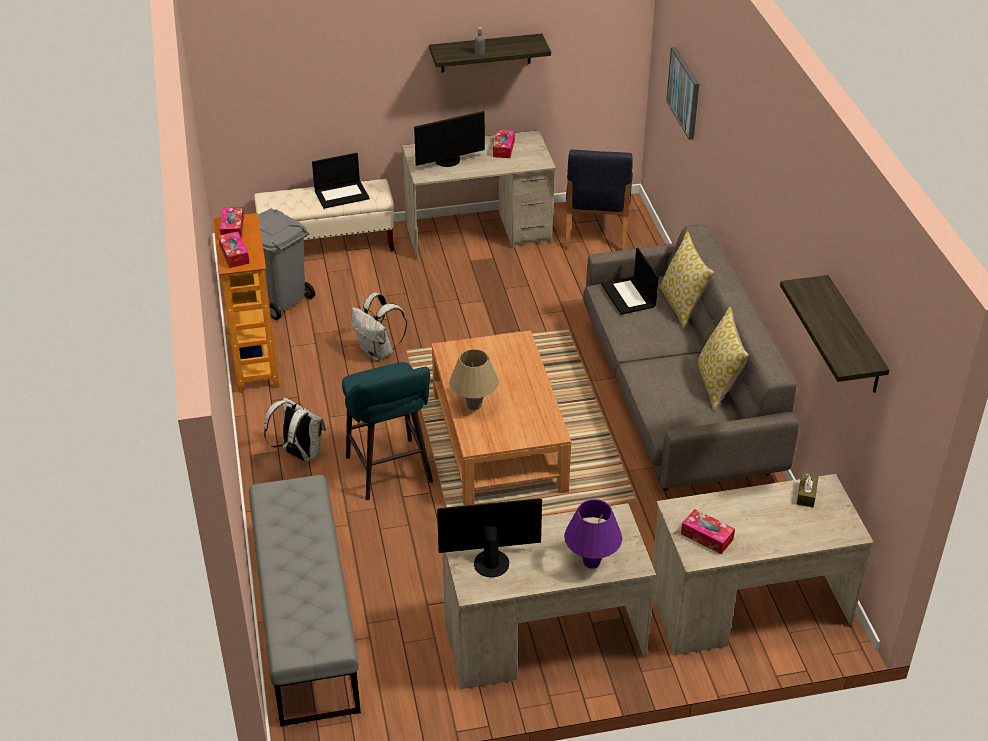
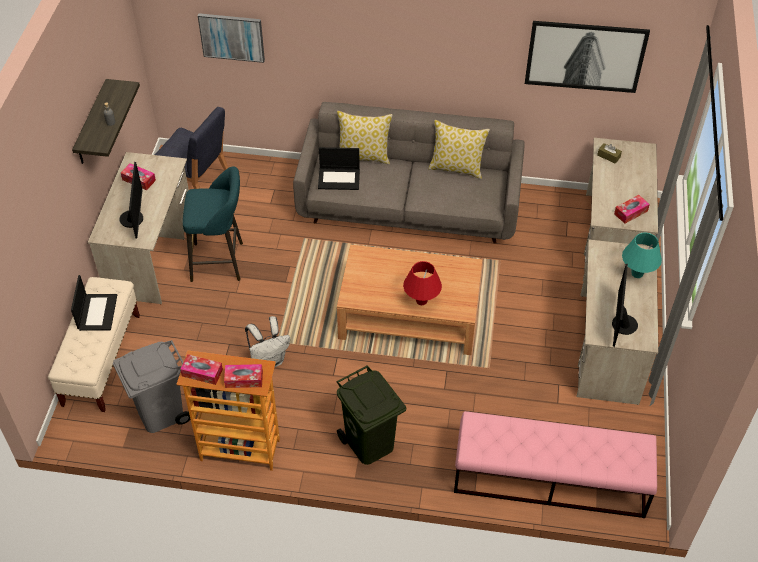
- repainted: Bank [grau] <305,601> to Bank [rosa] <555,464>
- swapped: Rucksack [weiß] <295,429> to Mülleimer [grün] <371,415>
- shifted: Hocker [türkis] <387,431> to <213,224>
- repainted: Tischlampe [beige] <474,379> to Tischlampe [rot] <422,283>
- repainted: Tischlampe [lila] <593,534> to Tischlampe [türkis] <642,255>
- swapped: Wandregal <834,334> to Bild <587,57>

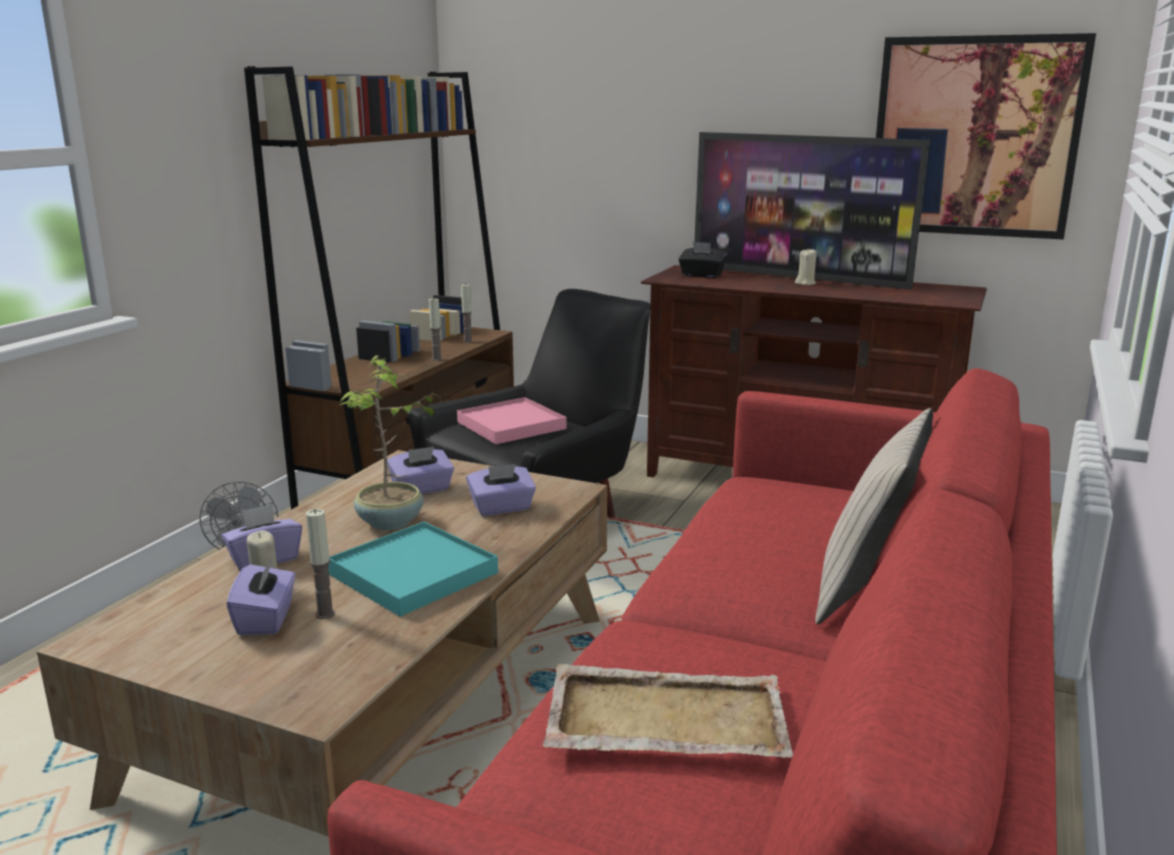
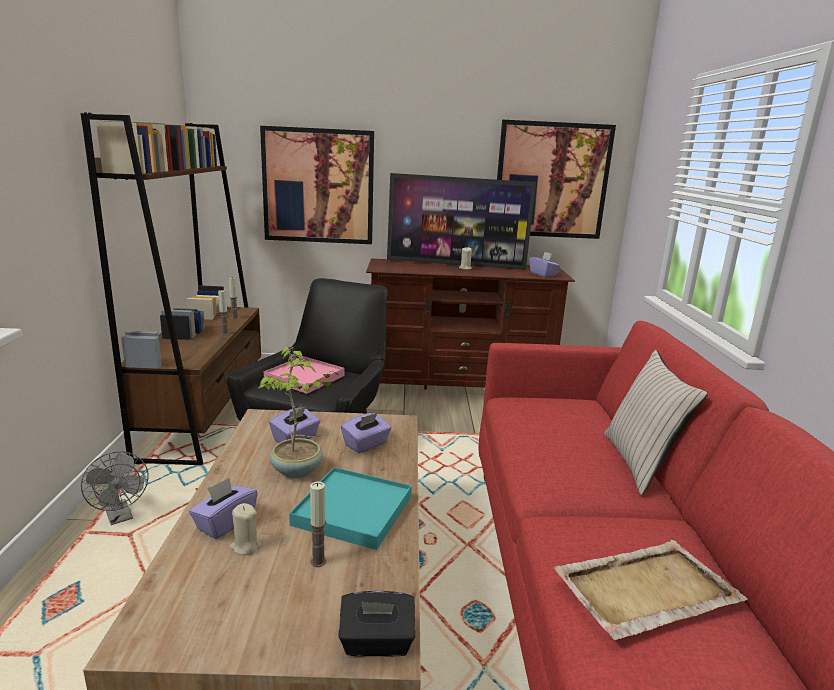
- shifted: Taschentuchbox [lila] <261,596> to <544,264>
- shifted: Taschentuchbox [schwarz] <702,260> to <376,624>
- new: Bild <317,185>

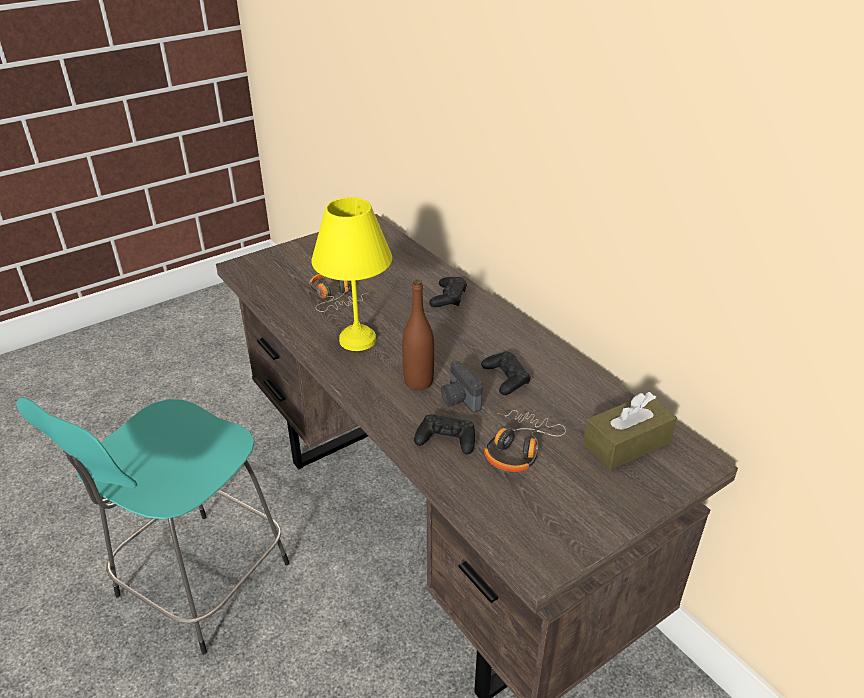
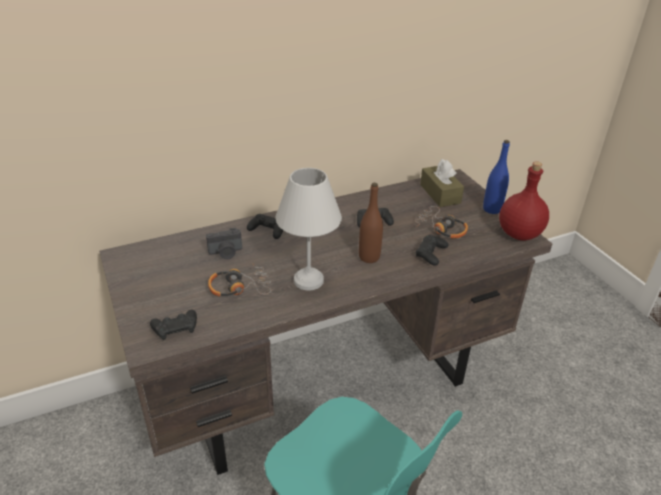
- repainted: Tischlampe [gelb] <351,274> to Tischlampe [weiß] <309,229>
- shifted: Kamera <462,387> to <224,243>
- new: Gamepad [schwarz] <173,325>
- new: Flasche [blau] <496,177>
- new: Flasche [rot] <524,201>

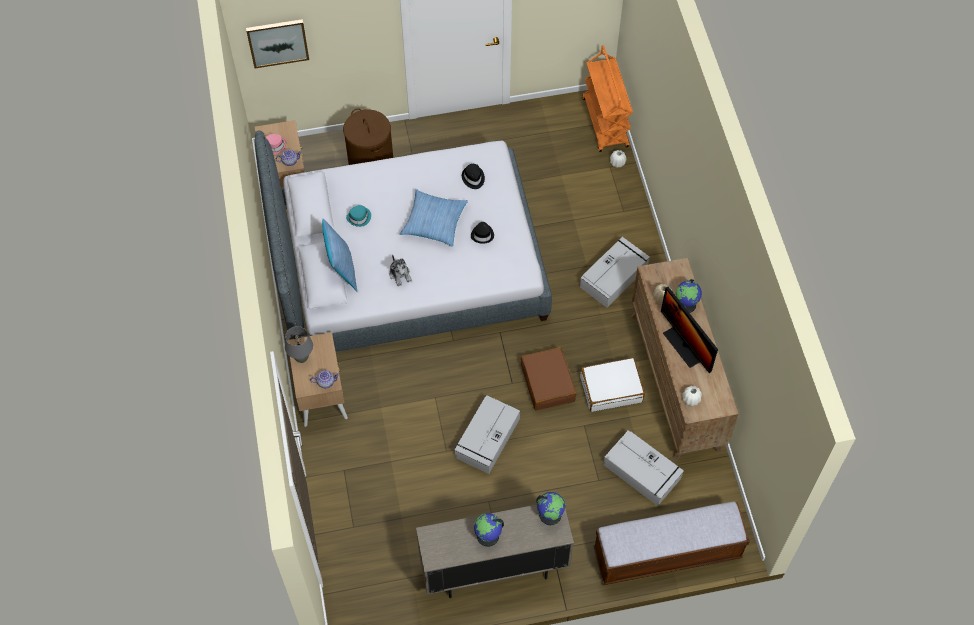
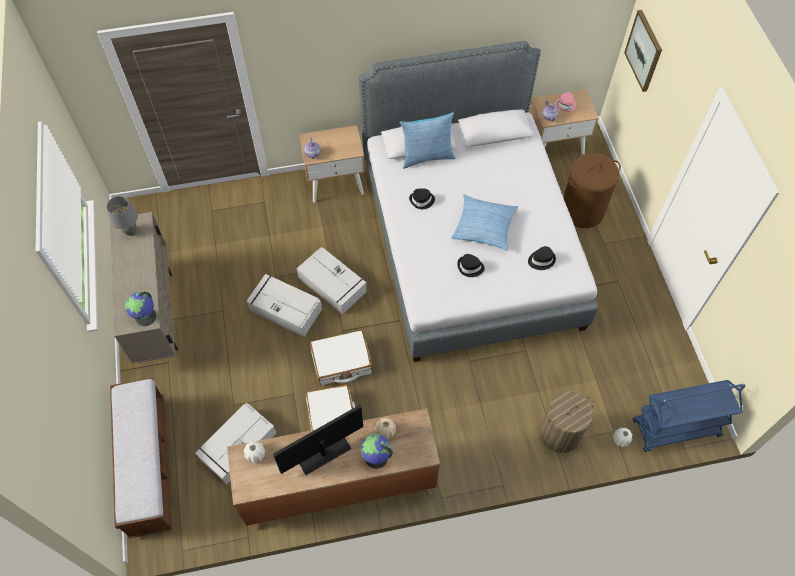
- shifted: Tischlampe [grau] <299,344> to <122,216>
- gone: Hut [türkis] <358,216>
- swapped: Plüschtier <400,270> to Hut [schwarz] <422,198>
- gone: Globus <489,530>
- repainted: Koffer [braun] <549,379> to Koffer [weiß] <341,357>
- shifted: Aufbewahrungsbox [grau] <615,272> to <331,280>
- repainted: Rollwagen [orange] <608,98> to Rollwagen [blau] <689,416>
- new: Wäschekorb <567,422>

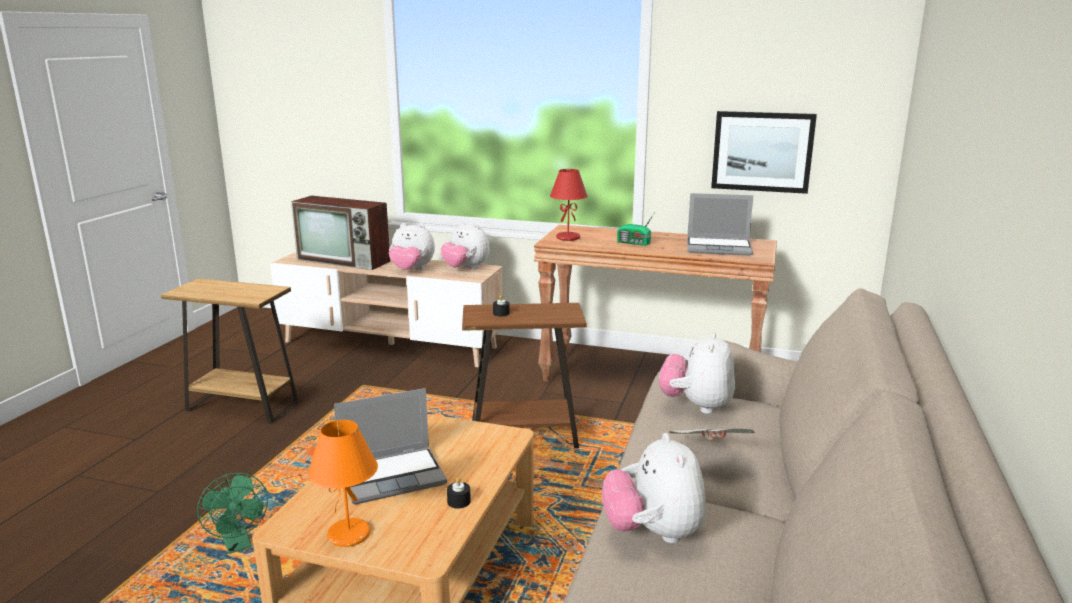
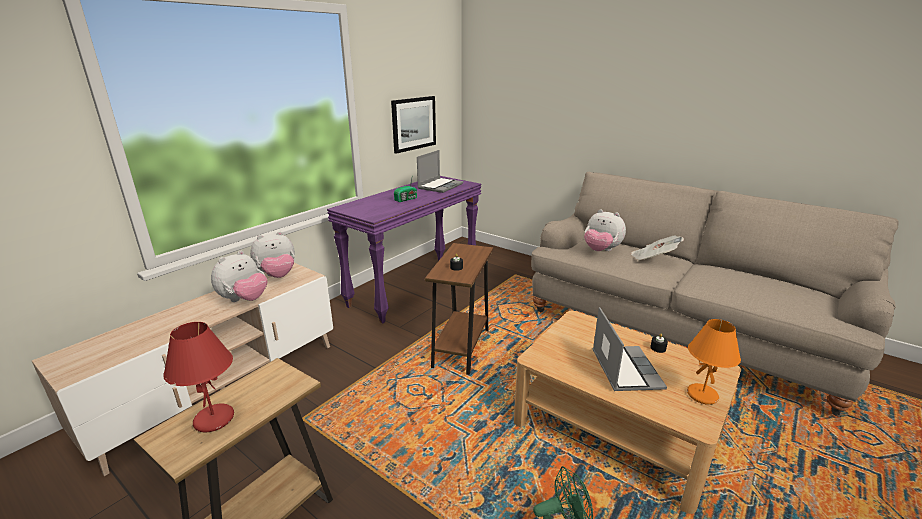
- gone: Fernseher <340,233>
- repainted: Konsolentisch [braun] <655,303> to Konsolentisch [lila] <404,250>
- shifted: Tischlampe [rot] <569,205> to <198,377>
- gone: Plüschtier <654,488>

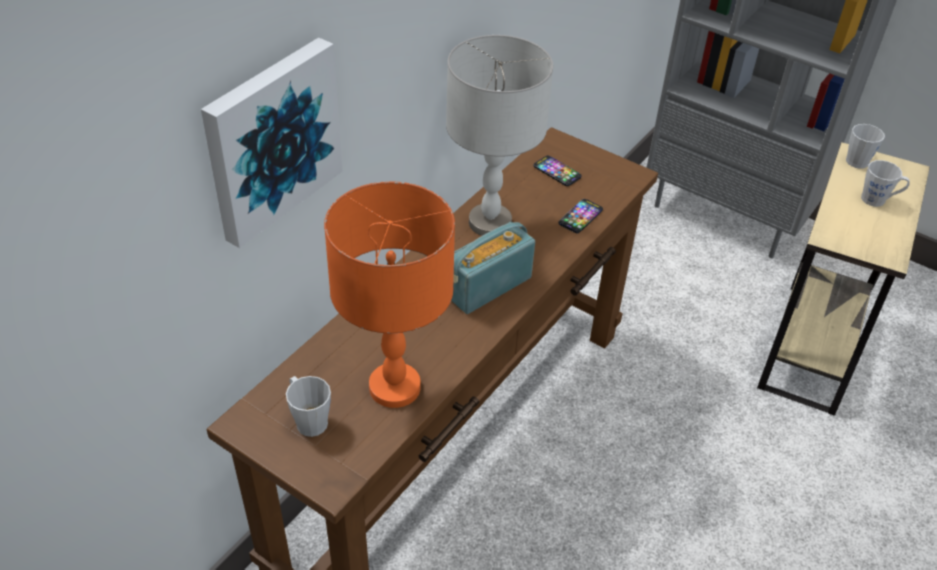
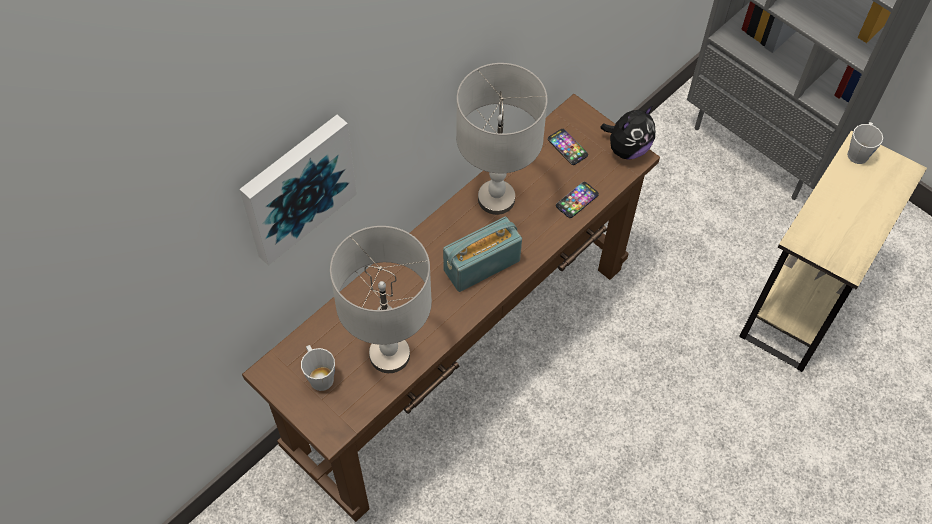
- repainted: Tischlampe [orange] <389,294> to Tischlampe [grau] <381,299>
- gone: Henkelbecher [grau] <885,183>
- new: Plüschtier <628,132>

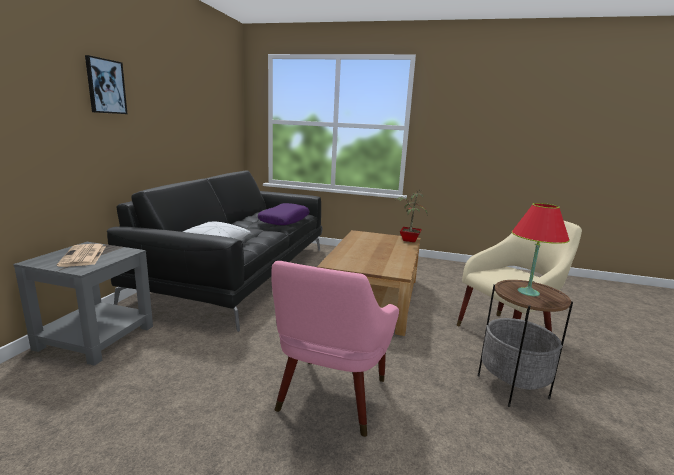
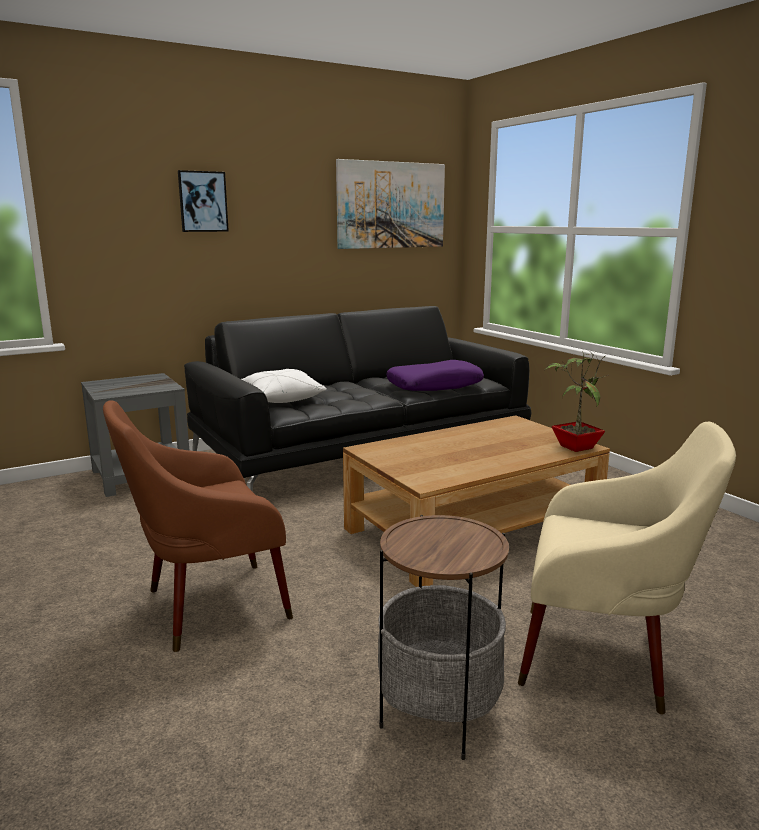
- gone: Zeitung <81,255>
- repainted: Sessel [rosa] <335,349> to Sessel [braun] <198,526>
- gone: Tischlampe [rot] <541,249>
- new: Bild <390,204>

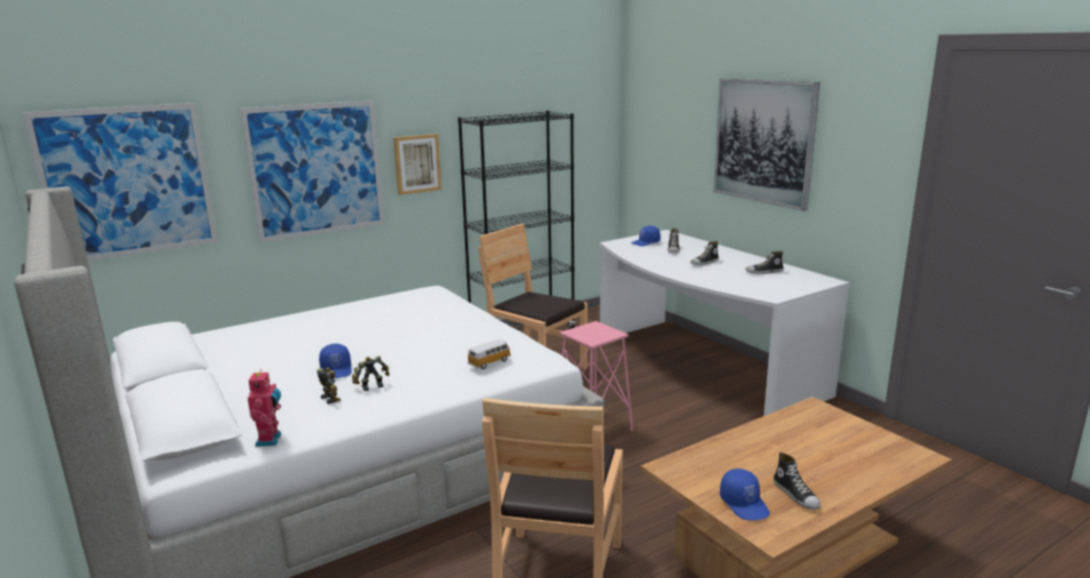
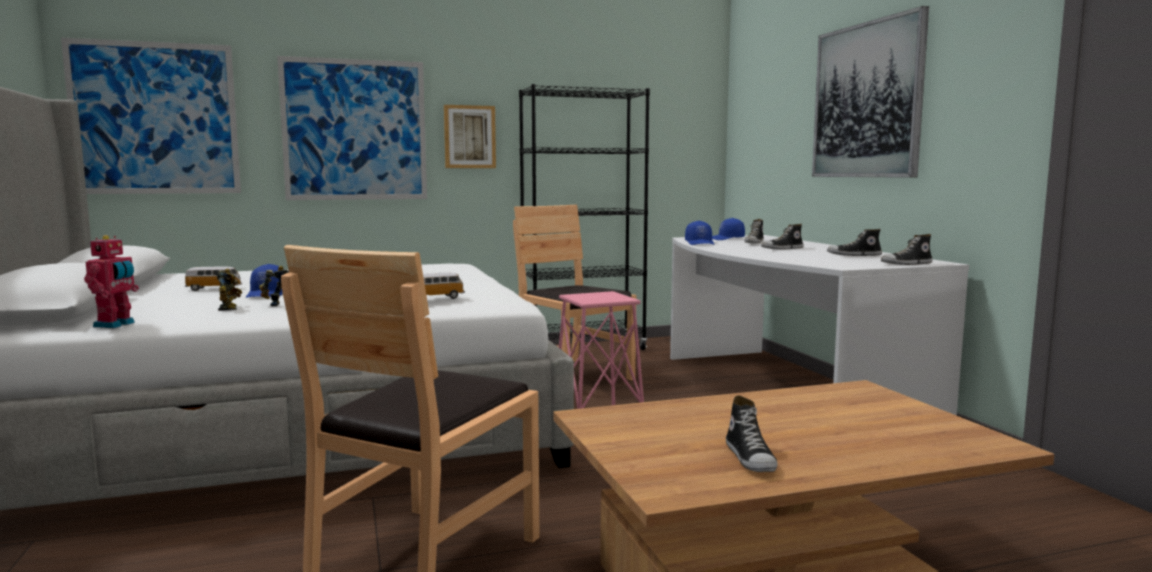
- shifted: Kappe [blau] <745,494> to <700,233>
- new: Spielzeugauto <213,278>
- new: Schuh <906,249>

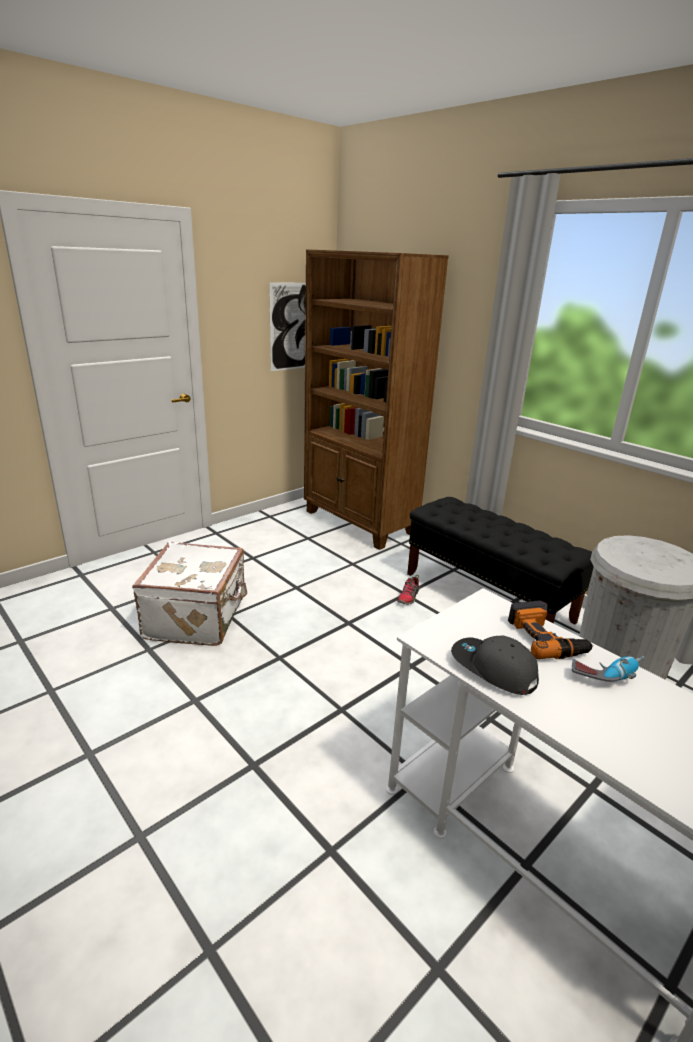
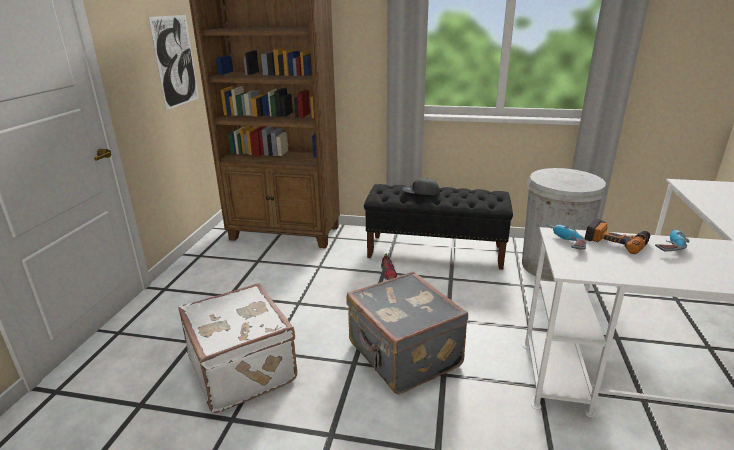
- shifted: Kappe [grau] <495,665> to <421,186>
- new: Koffer [grau] <407,333>
- new: Bohrmaschine <566,237>

